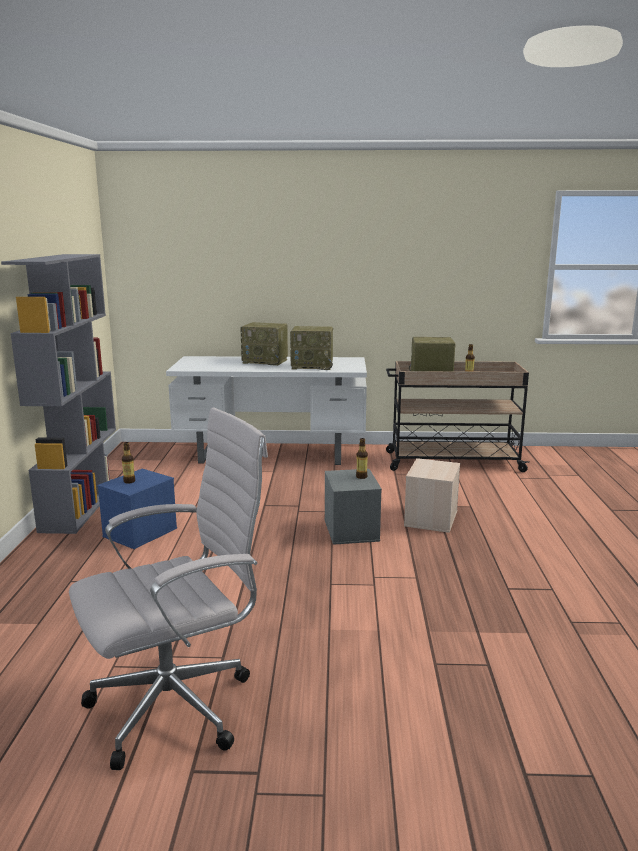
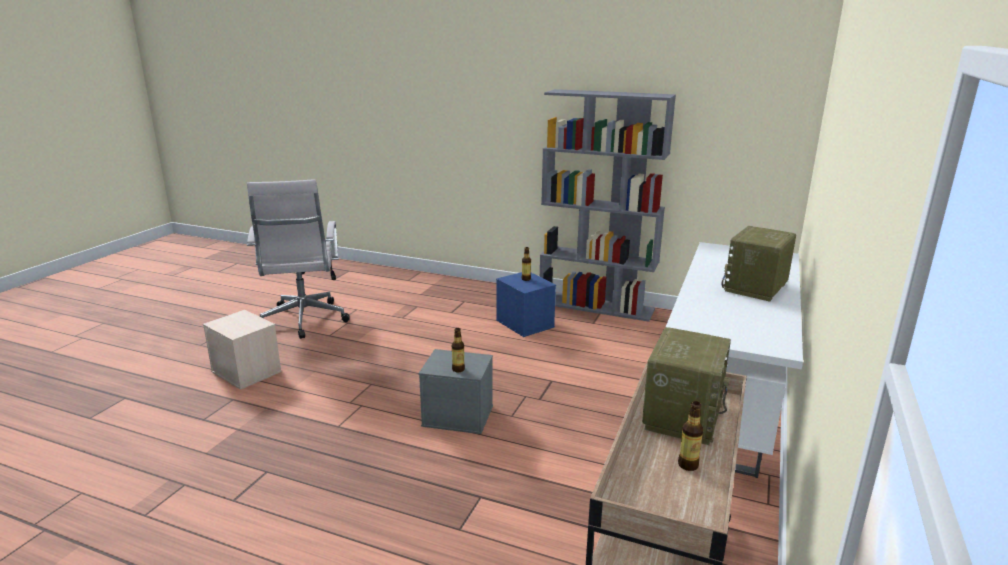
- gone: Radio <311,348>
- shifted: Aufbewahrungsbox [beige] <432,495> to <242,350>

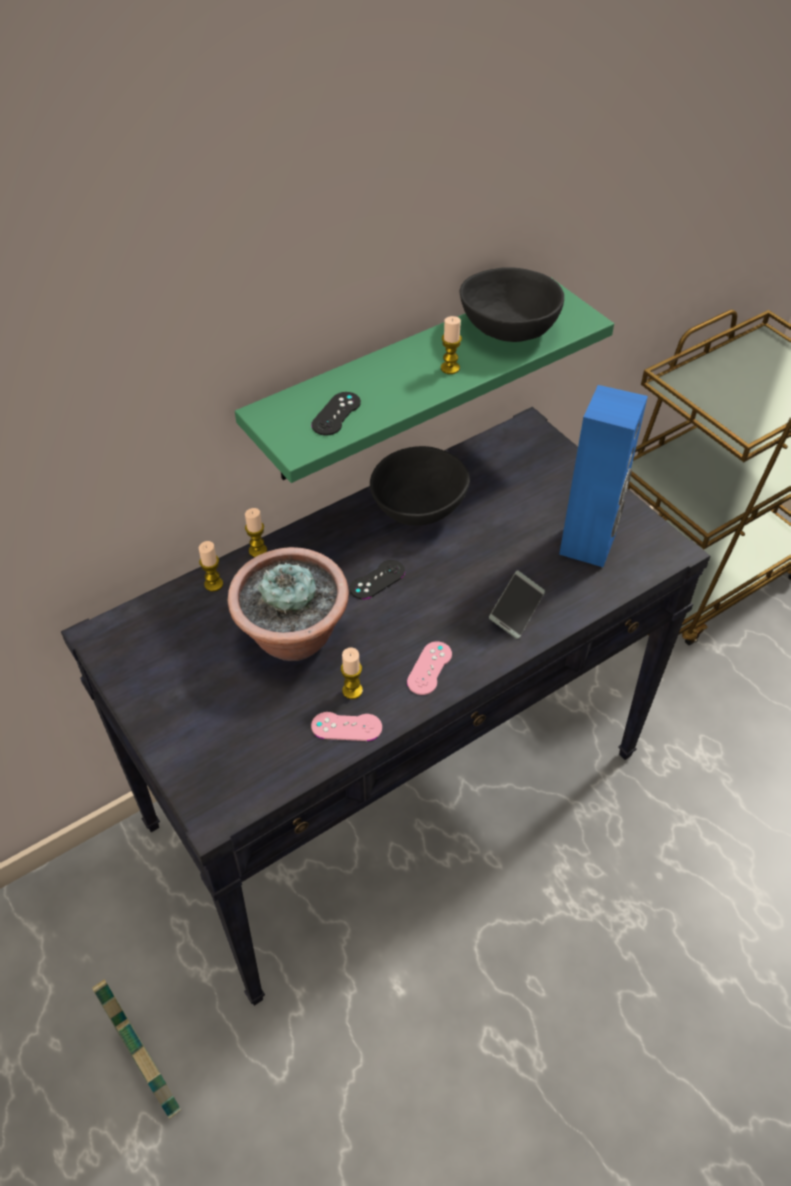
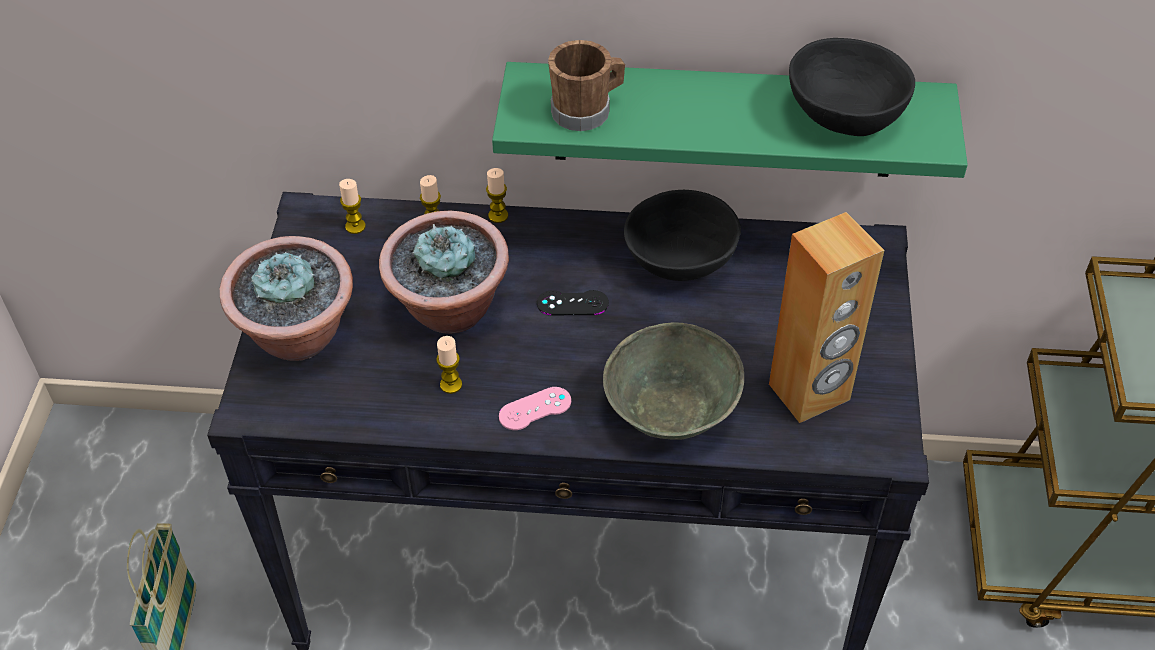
- swapped: Gamepad [schwarz] <336,414> to Henkelbecher [braun] <586,85>
- gone: Gamepad [rosa] <346,726>
- shifted: Kerze <451,345> to <352,206>
- swapped: Handy <517,604> to Schüssel [grau] <673,381>
- repainted: Lautsprecher [blau] <603,476> to Lautsprecher [braun] <826,317>
- new: Topfpflanze <286,298>

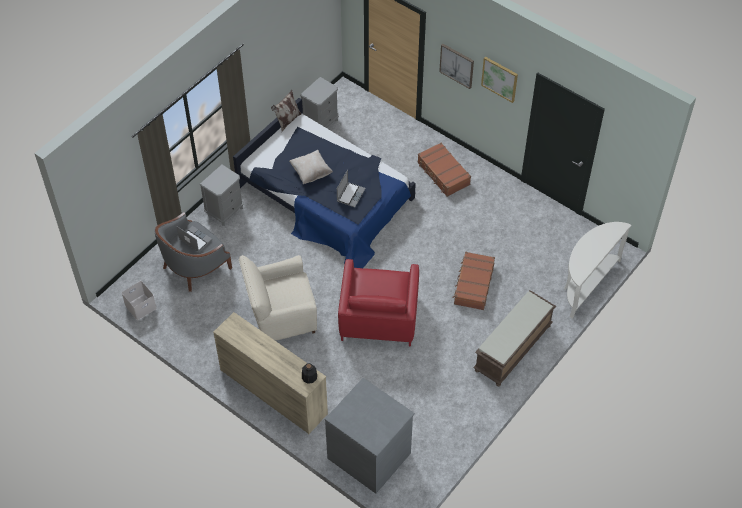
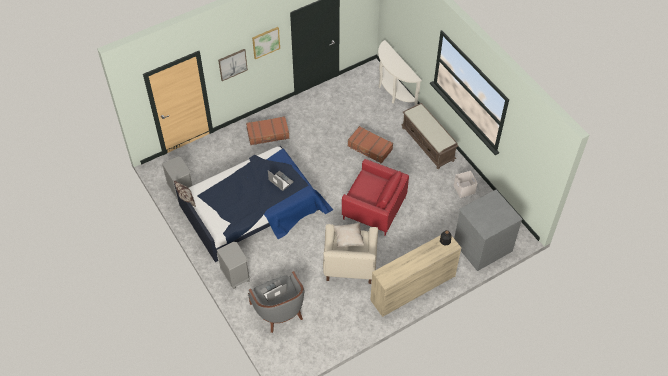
- shifted: Aufbewahrungsbox [weiß] <139,301> to <466,184>
- shifted: Kissen [beige] <311,167> to <348,235>

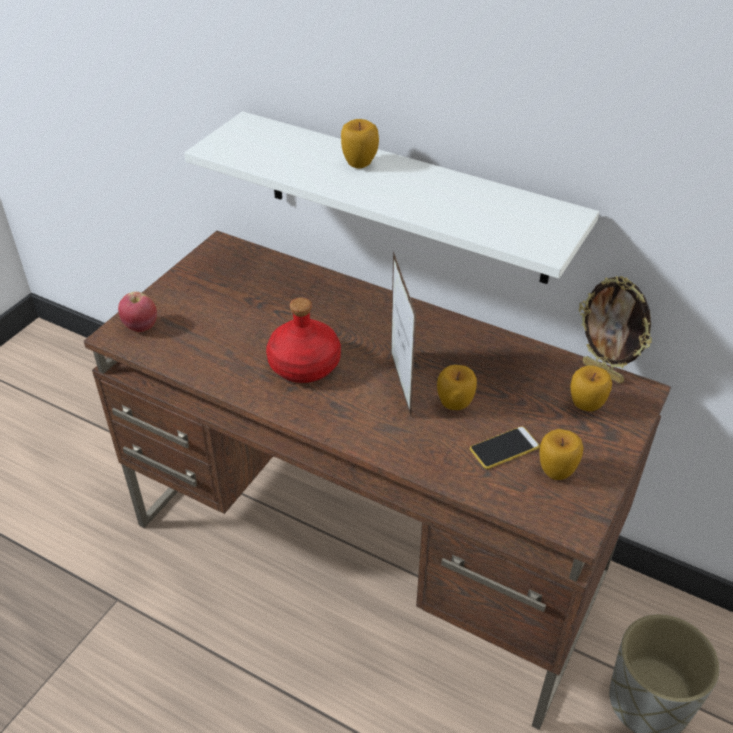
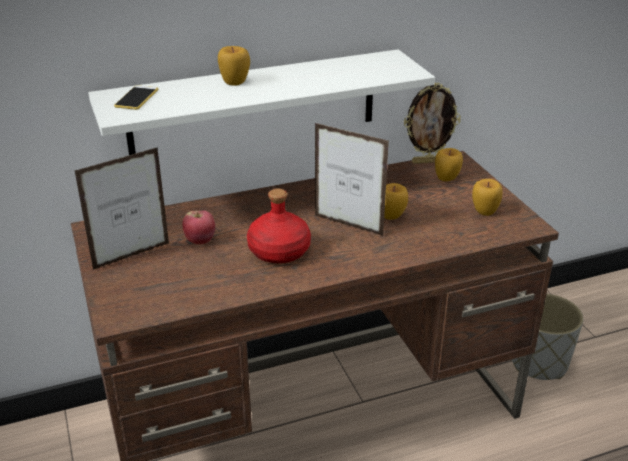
- shifted: Apfel <137,312> to <198,227>
- shifted: Handy <505,447> to <136,97>
- new: Bilderrahmen <122,208>

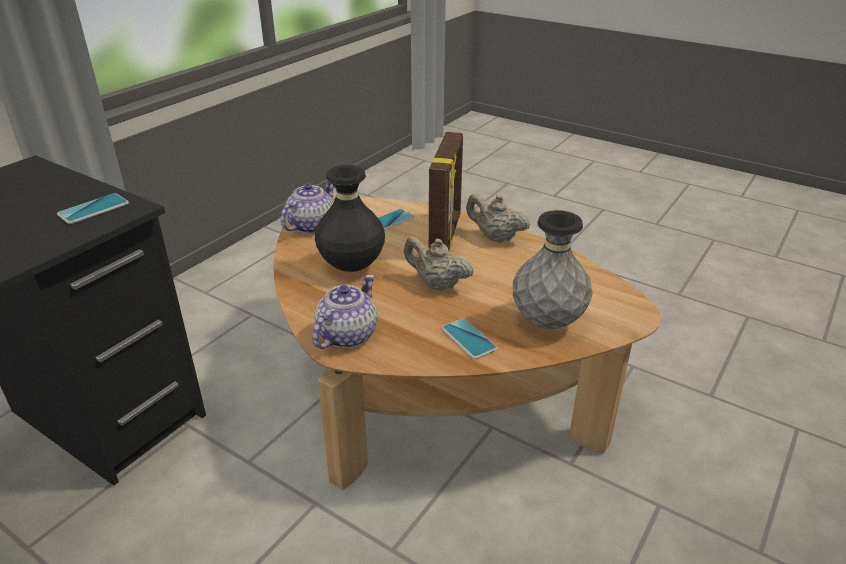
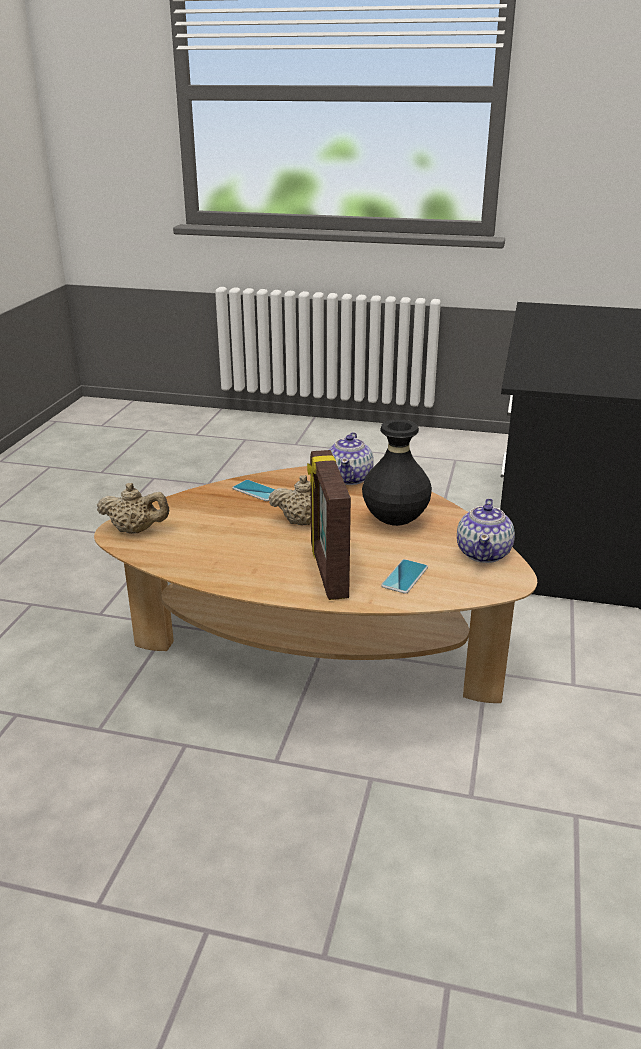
- gone: Handy <93,208>
- shifted: Teekanne [beige] <498,218> to <133,508>
- gone: Vase [grau] <553,269>

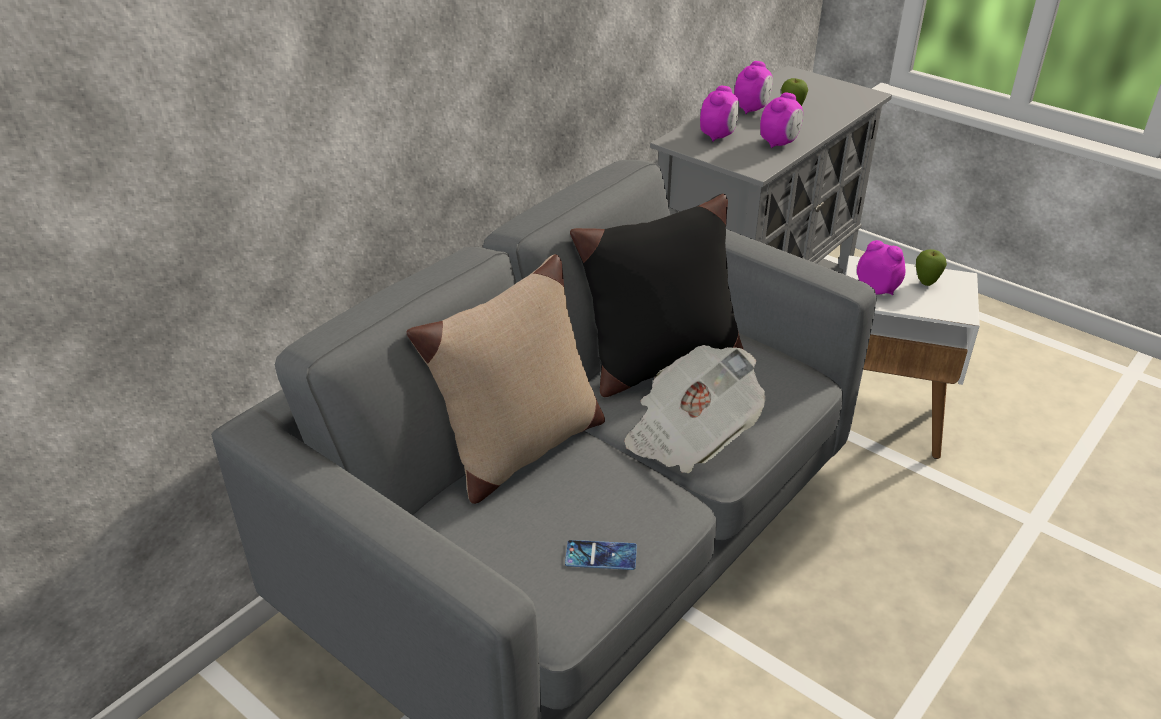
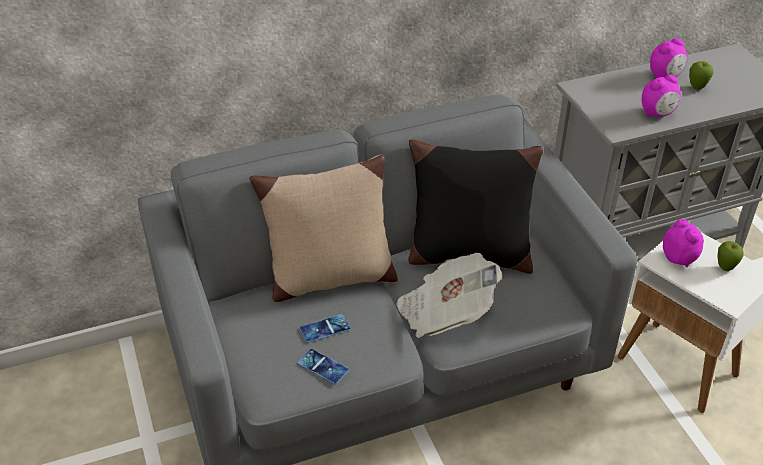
- gone: Wecker <720,114>
- new: Handy <325,328>

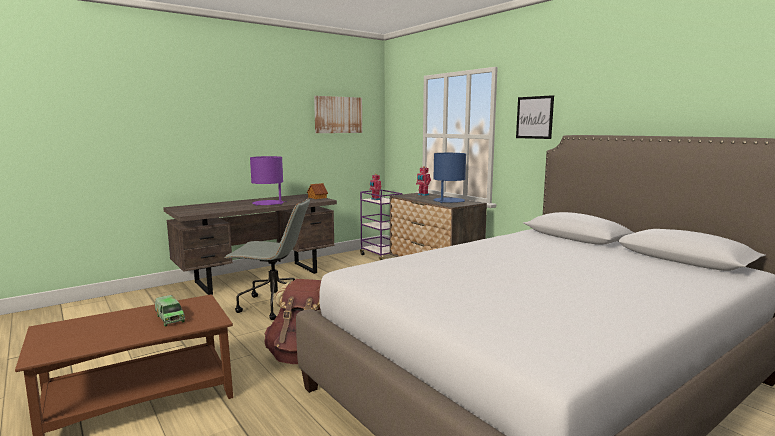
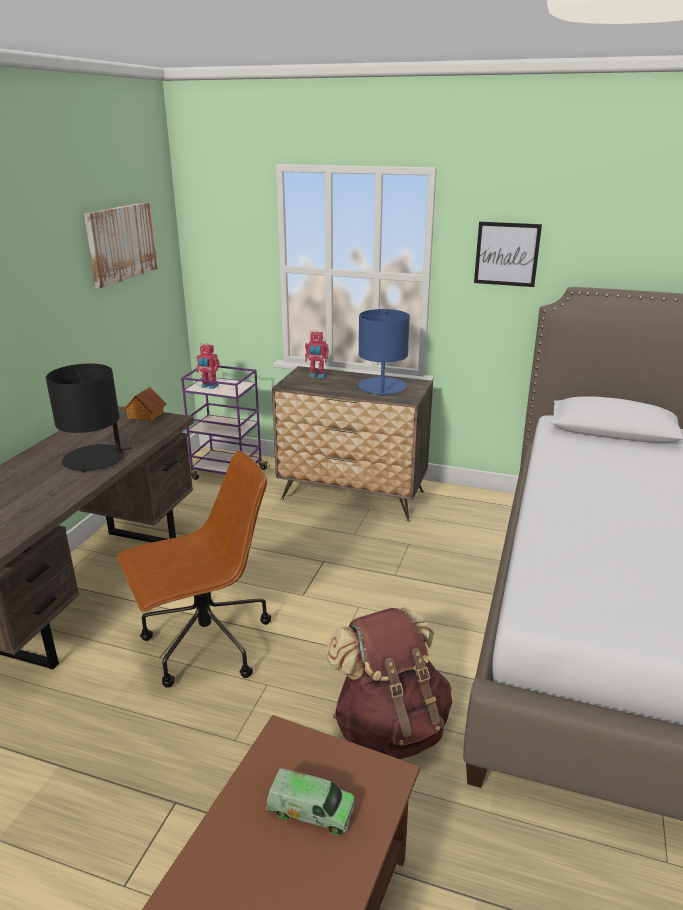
- repainted: Bürostuhl [grau] <267,259> to Bürostuhl [braun] <194,569>
- repainted: Tischlampe [lila] <268,181> to Tischlampe [schwarz] <89,418>

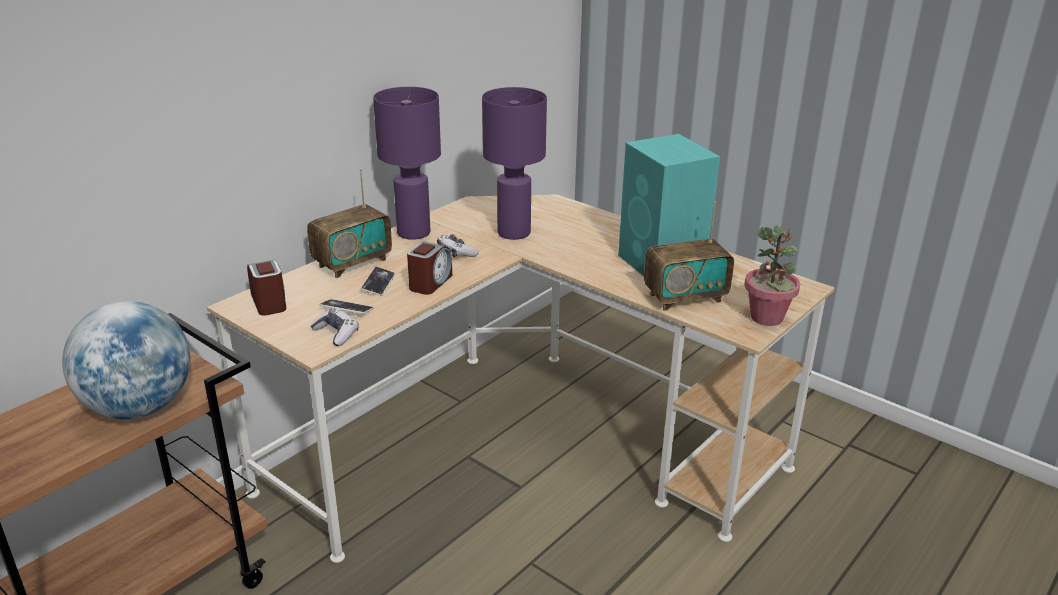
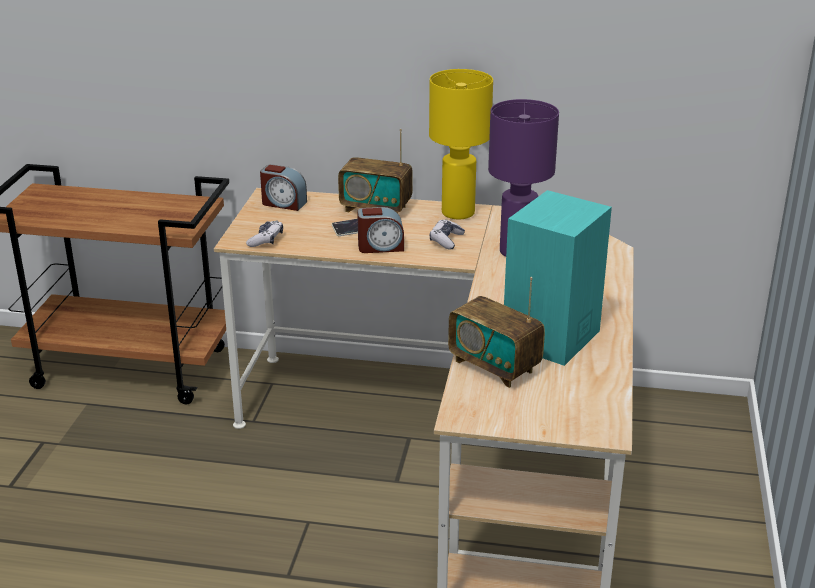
- gone: Globus <126,360>
- rotated: Wecker <266,288> = <283,187> 75 degrees clockwise
- gone: Handy <347,306>
- repainted: Tischlampe [lila] <407,163> to Tischlampe [gelb] <461,144>
- gone: Topfpflanze <772,275>

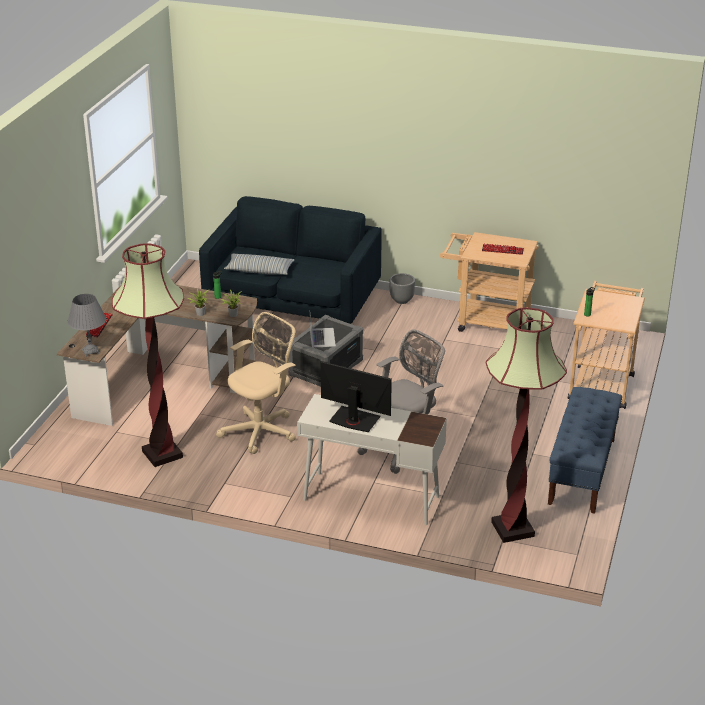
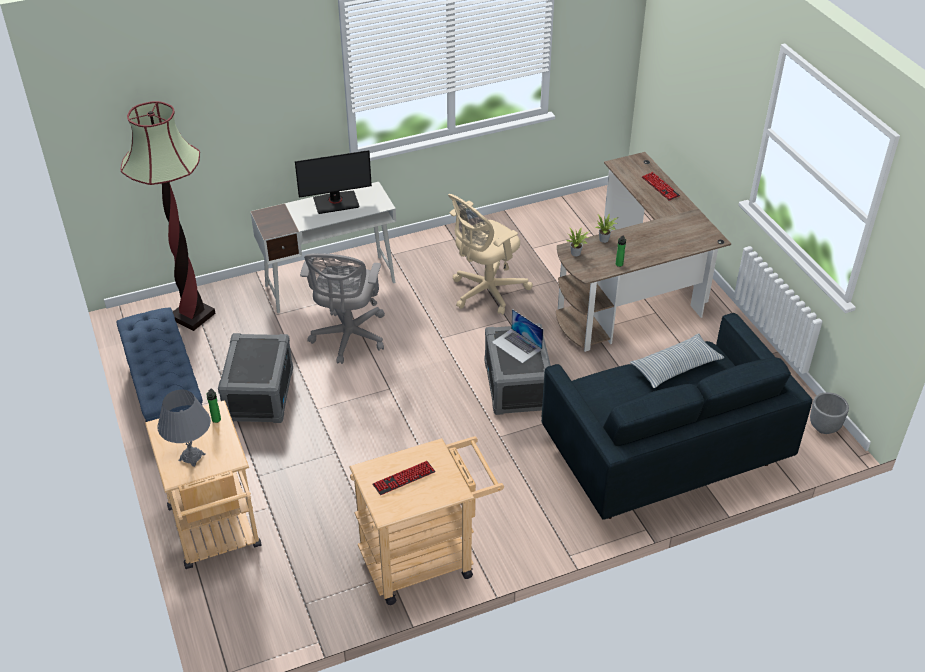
- shifted: Tischlampe [grau] <86,325> to <184,428>
- gone: Stehlampe <148,355>
- rotated: Bürostuhl [beige] <256,383> = <490,254> 45 degrees clockwise
- shifted: Pflanzkübel [grau] <402,288> to <829,413>
- new: Aufbewahrungsbox [grau] <255,378>

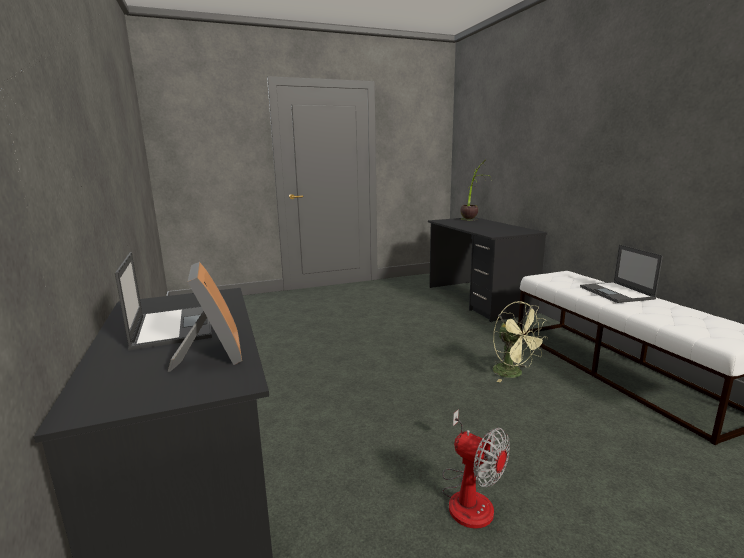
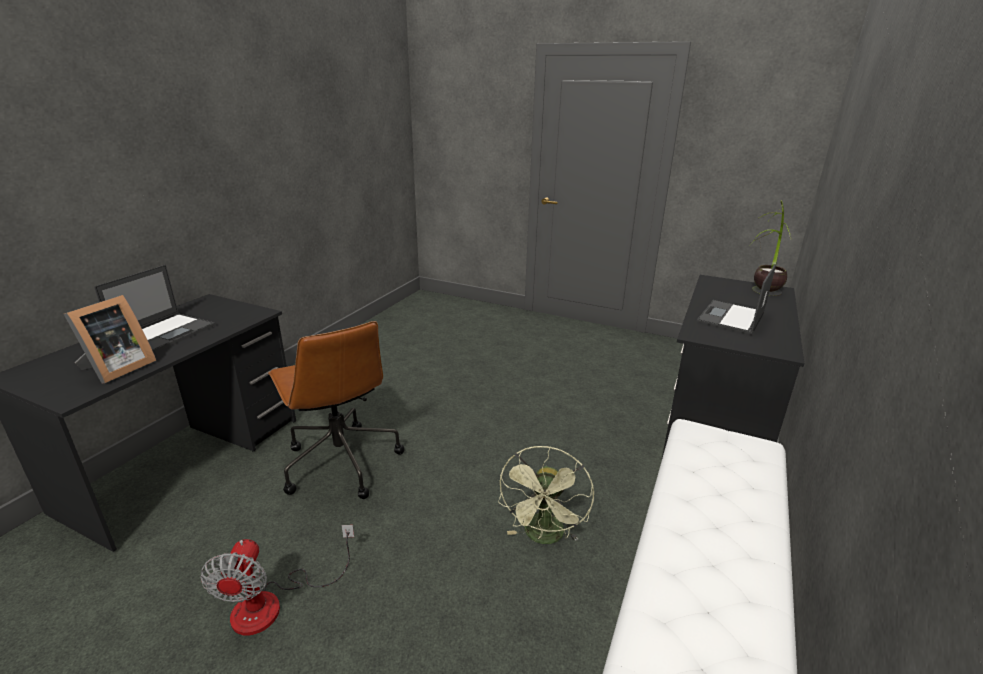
- shifted: Laptop <621,273> to <736,299>
- new: Bürostuhl [braun] <336,410>

